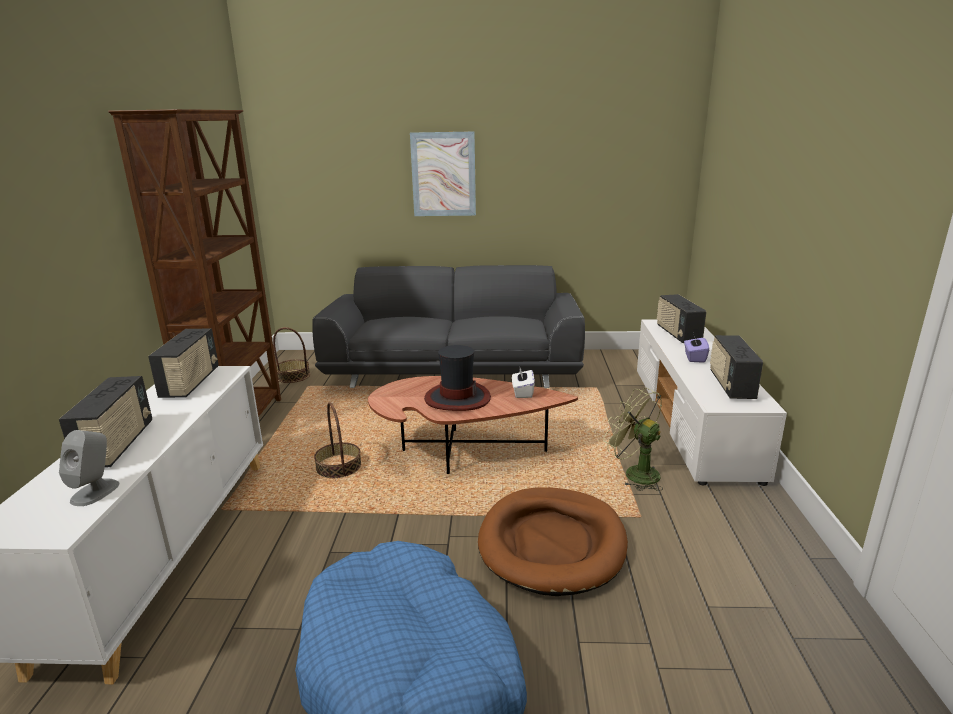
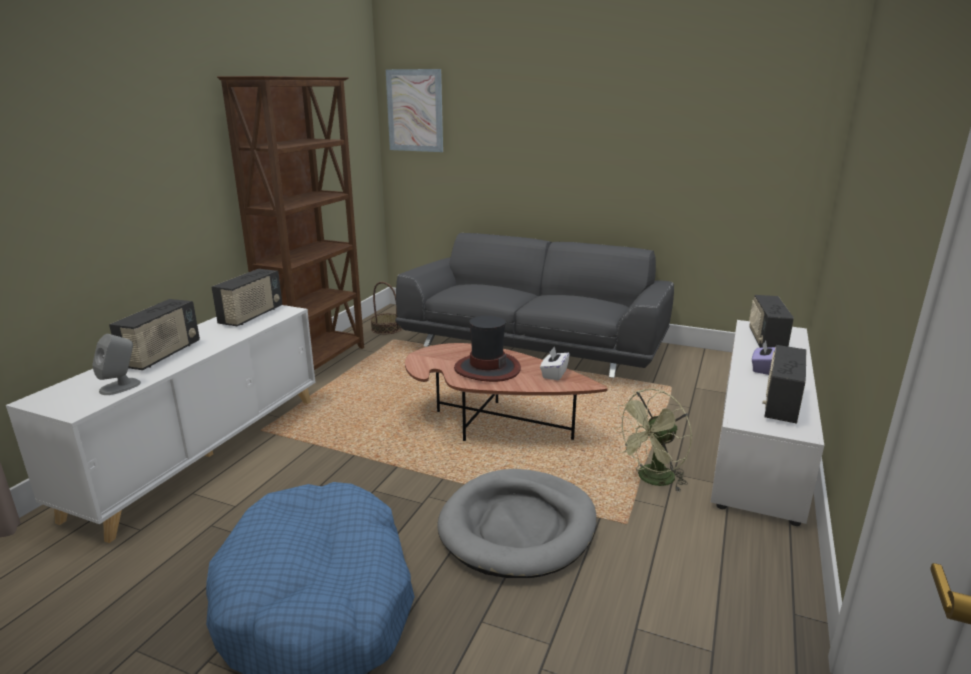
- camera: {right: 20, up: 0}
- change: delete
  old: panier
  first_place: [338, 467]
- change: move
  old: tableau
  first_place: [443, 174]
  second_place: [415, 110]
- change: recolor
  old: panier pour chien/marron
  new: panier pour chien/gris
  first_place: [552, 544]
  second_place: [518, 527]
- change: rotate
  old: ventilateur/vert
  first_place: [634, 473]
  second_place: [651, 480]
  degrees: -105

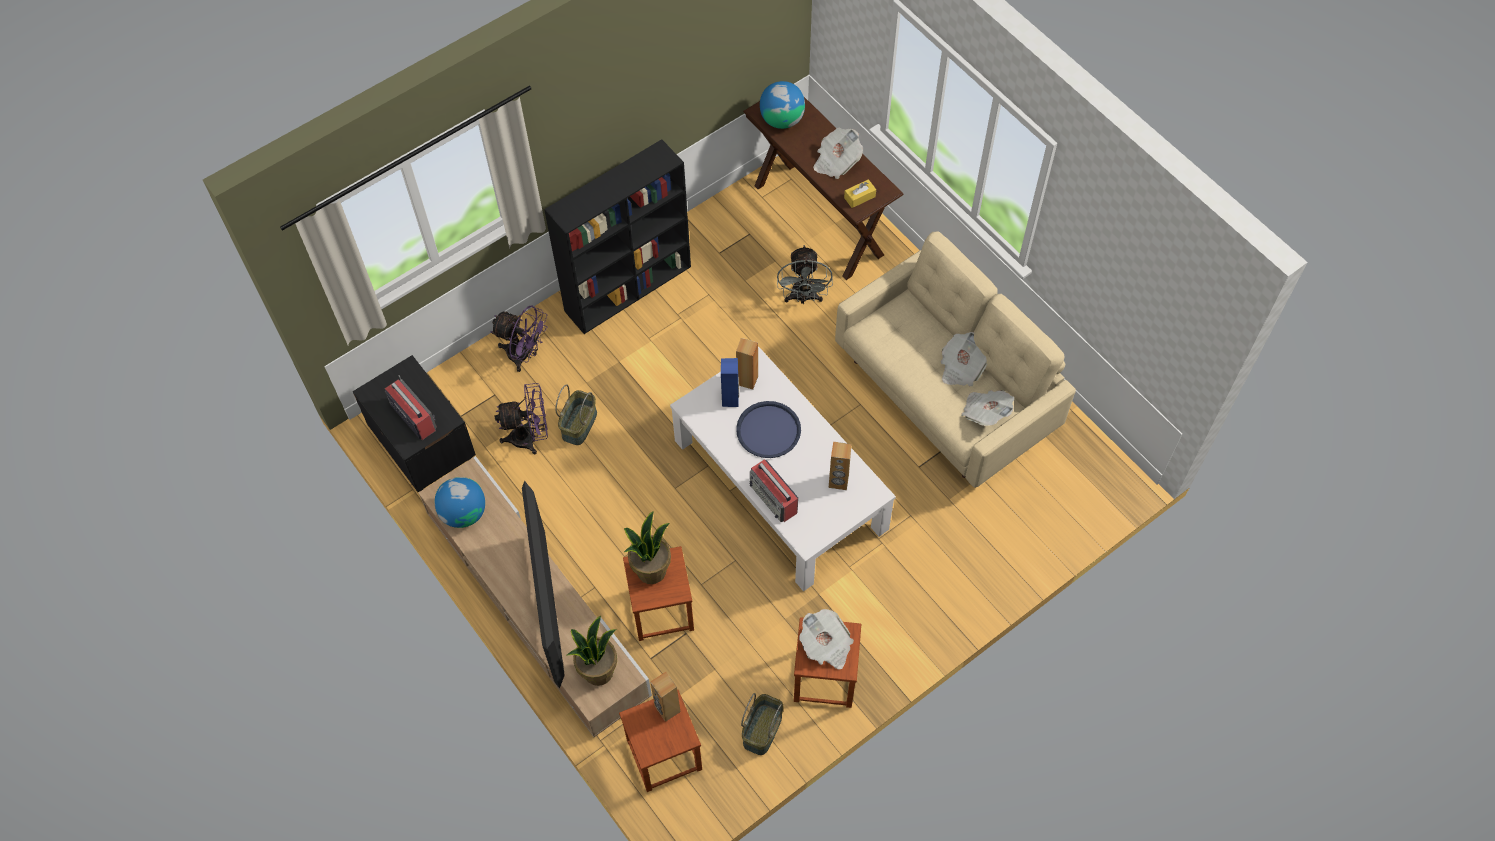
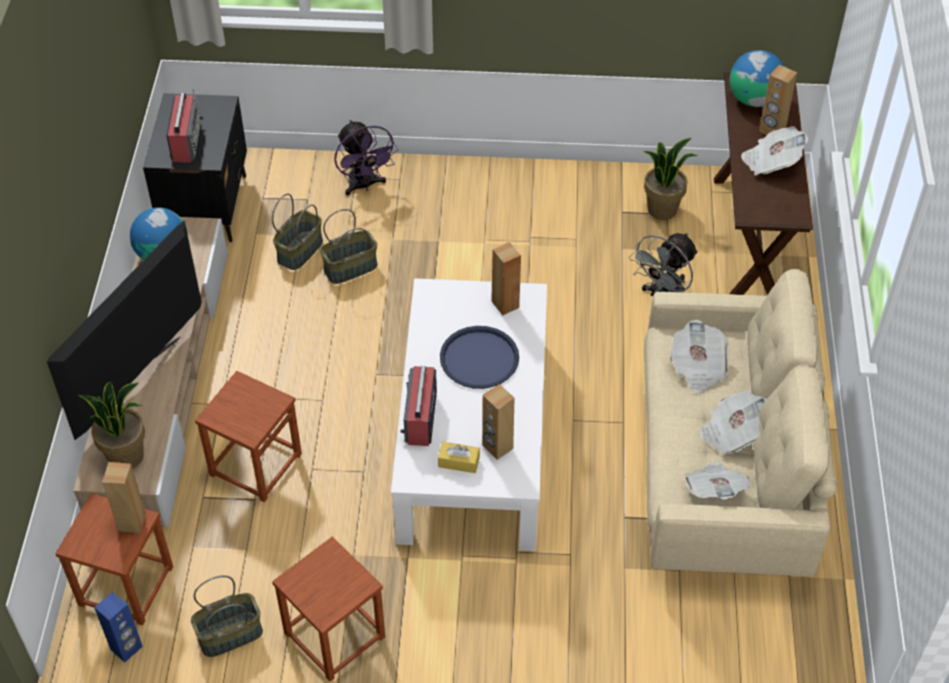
- camera: {right: 40, up: -10}
- change: delete
  old: bibliothèque/noir
  first_place: [629, 288]
- change: insert
  new: enceinte/marron
  second_place: [772, 130]
- change: move
  old: plante en pot
  first_place: [651, 570]
  second_place: [662, 209]
- change: move
  old: enceinte/bleu
  first_place: [730, 399]
  second_place: [127, 648]
- change: move
  old: journal
  first_place: [826, 645]
  second_place: [698, 368]
- change: move
  old: boîte à mouchoirs/jaune
  first_place: [859, 197]
  second_place: [458, 462]
- change: replace
  old: ventilateur/violet
  new: panier
  first_place: [530, 437]
  second_place: [299, 250]

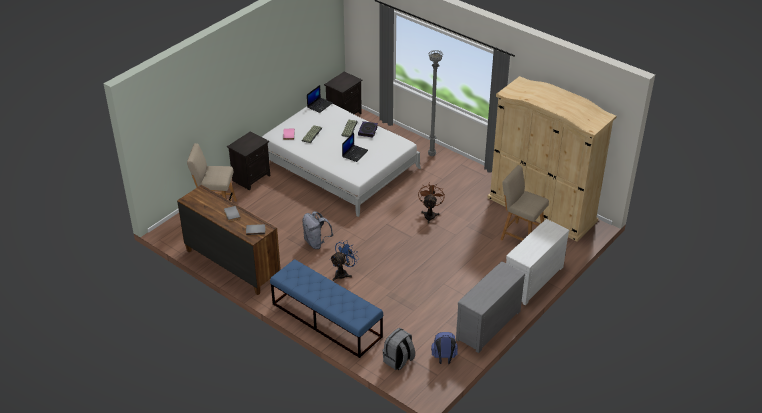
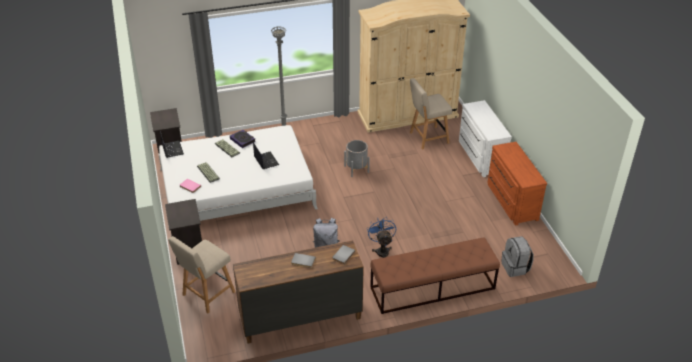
- camera: {right: -55, up: 0}
- change: delete
  old: sac à dos/bleu
  first_place: [444, 359]
- change: replace
  old: ventilateur/marron
  new: cache-pot/gris
  first_place: [430, 214]
  second_place: [356, 169]
- change: recolor
  old: banc/bleu
  new: banc/marron
  first_place: [326, 320]
  second_place: [432, 288]
- change: recolor
  old: commode/gris
  new: commode/marron
  first_place: [486, 324]
  second_place: [510, 201]

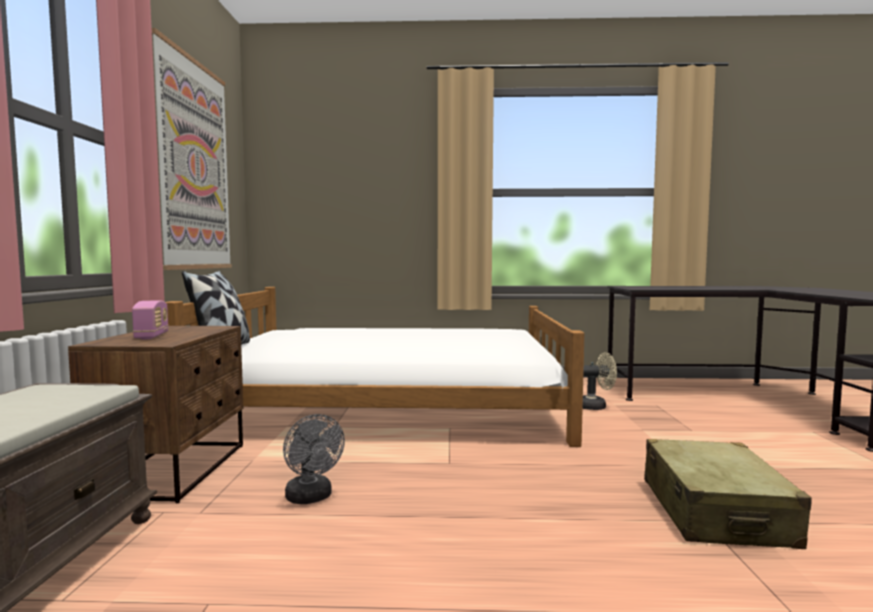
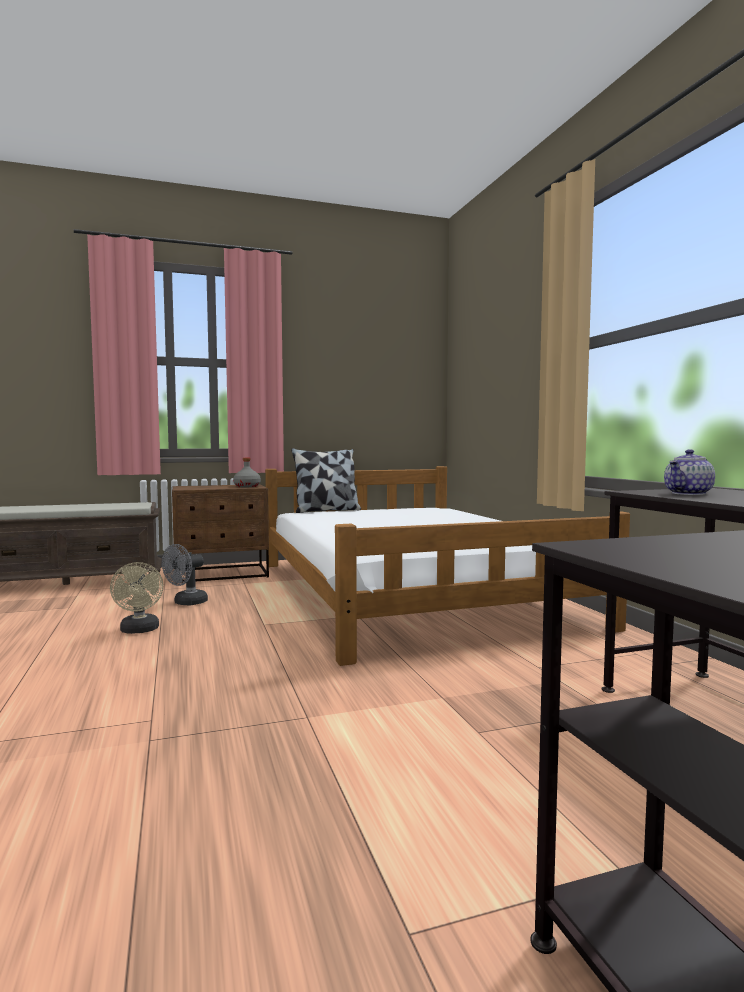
- camera: {right: 70, up: 0}
- change: delete
  old: radio
  first_place: [152, 336]
- change: delete
  old: tableau
  first_place: [195, 165]
- change: delete
  old: valise/beige
  first_place: [715, 512]
- change: insert
  new: bouteille/gris
  second_place: [247, 486]
- change: insert
  new: théière
  second_place: [688, 493]
- change: move
  old: ventilateur/beige
  first_place: [596, 406]
  second_place: [139, 630]

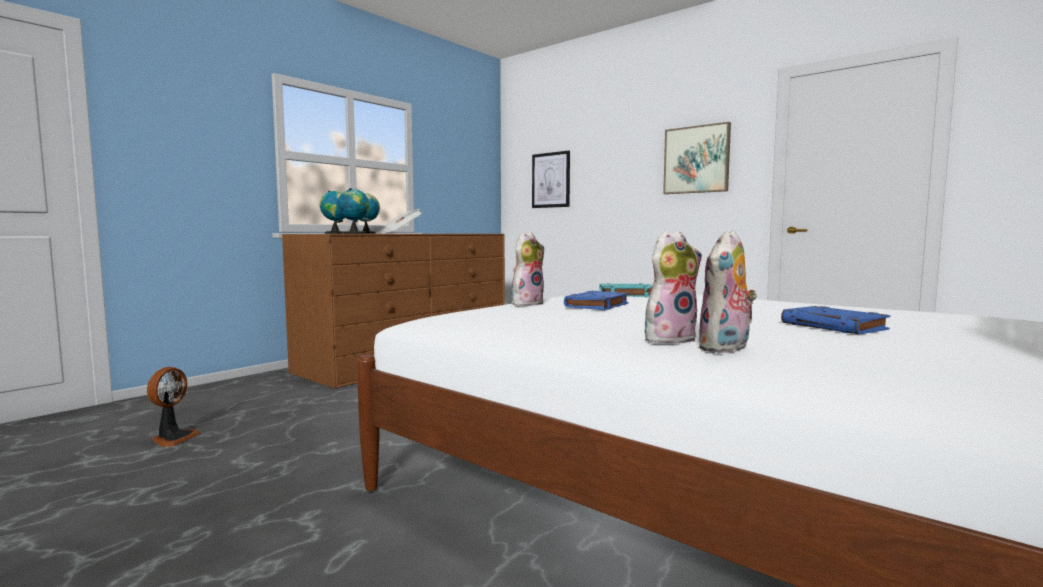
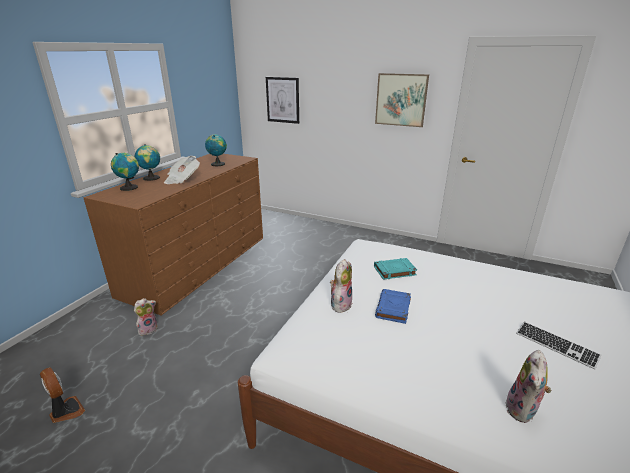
- camera: {right: -15, up: 20}
- change: move
  old: globe
  first_place: [354, 233]
  second_place: [218, 164]
- change: move
  old: peluche
  first_place: [669, 339]
  second_place: [148, 329]
- change: replace
  old: livre/bleu
  new: clavier
  first_place: [834, 326]
  second_place: [556, 345]
- change: rotate
  old: ventilateur
  first_place: [173, 438]
  second_place: [66, 411]
  degrees: -45

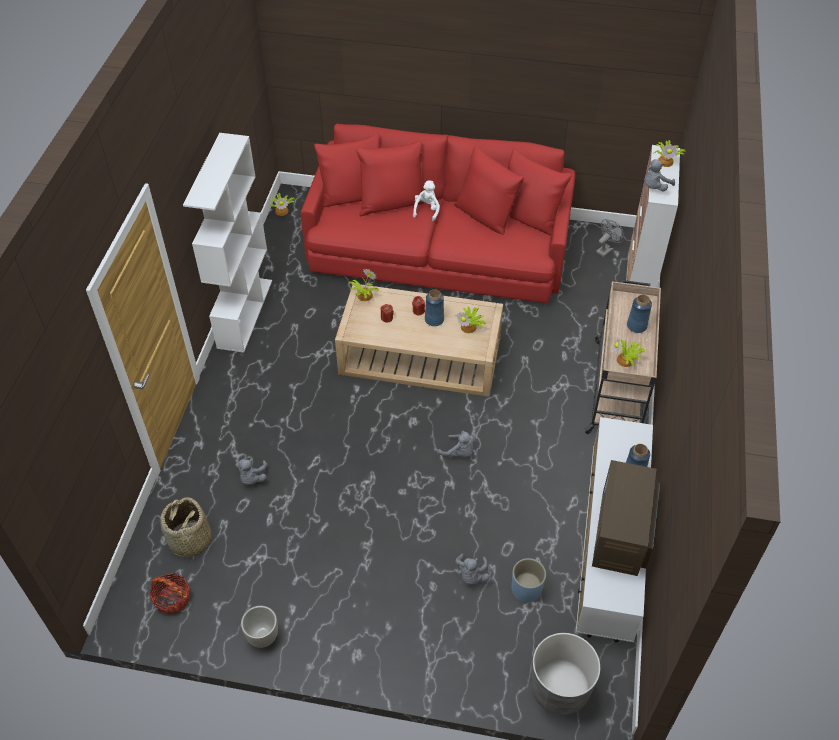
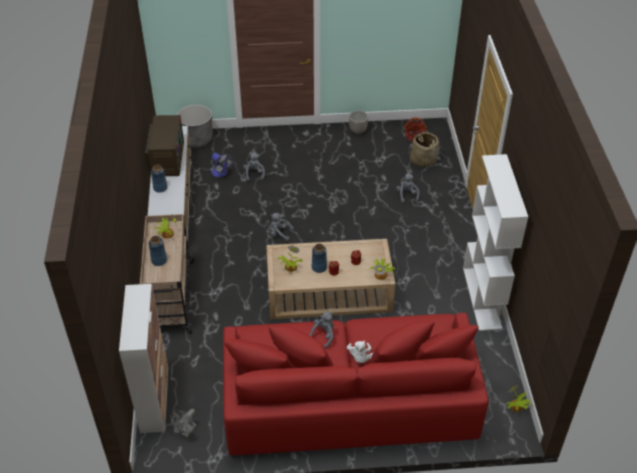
- camera: {right: 165, up: -5}
- change: delete
  old: plante en pot
  first_place: [666, 161]
- change: move
  old: peluche/gris
  first_place: [655, 187]
  second_place: [323, 335]
- change: replace
  old: cache-pot/bleu
  new: ventilateur
  first_place: [526, 589]
  second_place: [221, 173]

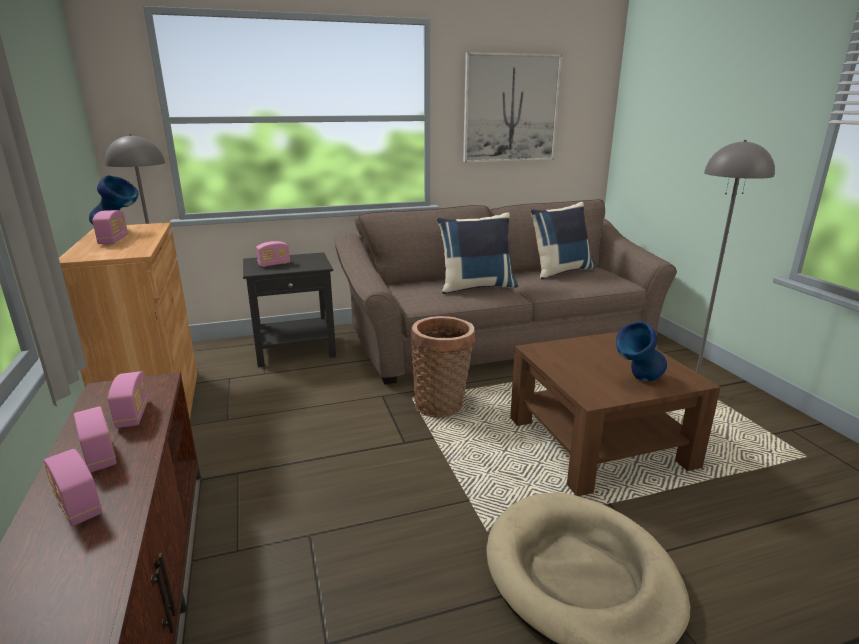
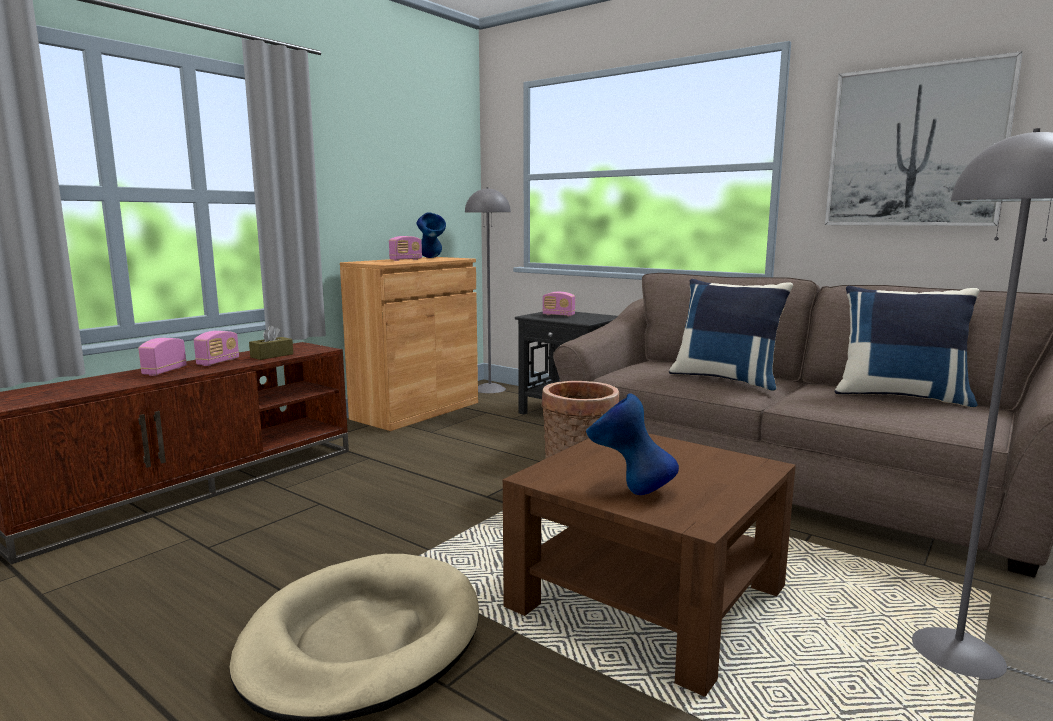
- camera: {right: 55, up: -10}
- change: replace
  old: radio
  new: boîte à mouchoirs/marron
  first_place: [133, 414]
  second_place: [272, 355]

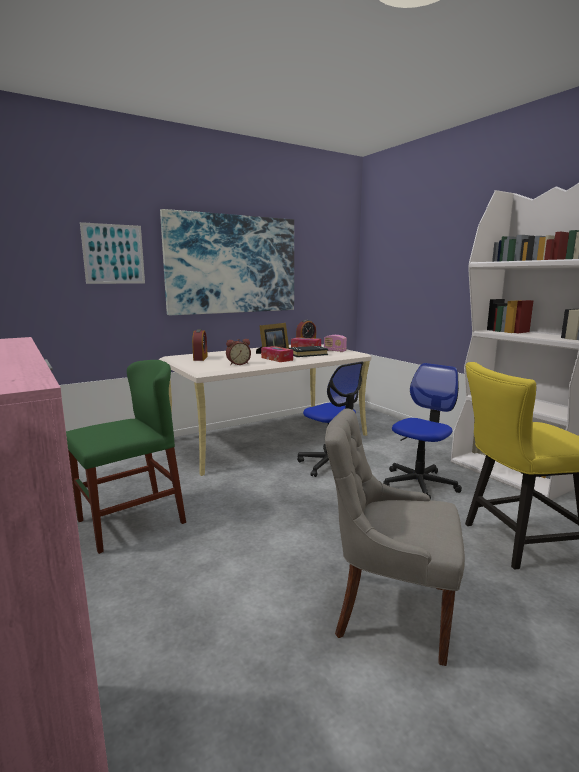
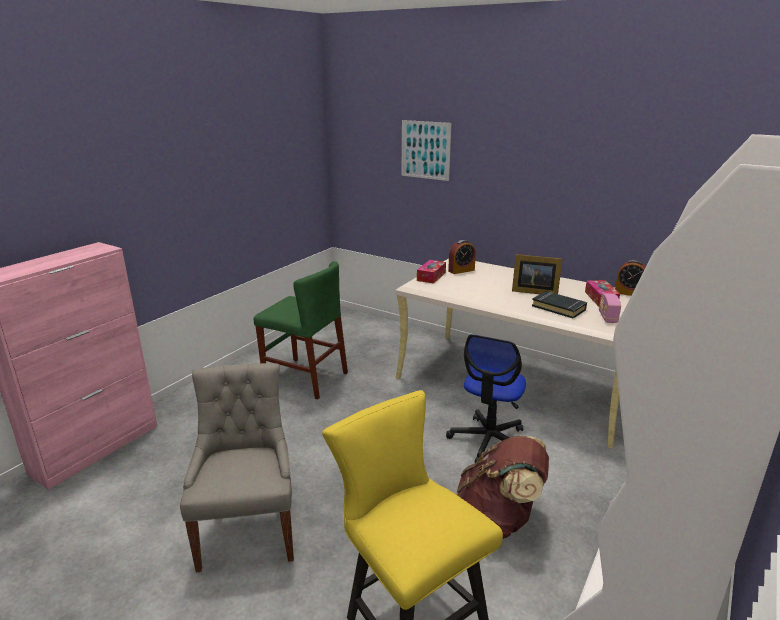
- camera: {right: 65, up: 10}
- change: delete
  old: tableau
  first_place: [232, 264]
- change: delete
  old: réveil
  first_place: [238, 364]
- change: move
  old: boîte à mouchoirs
  first_place: [277, 359]
  second_place: [431, 276]
- change: replace
  old: chaise de bureau
  new: sac à dos/marron
  first_place: [419, 484]
  second_place: [499, 519]

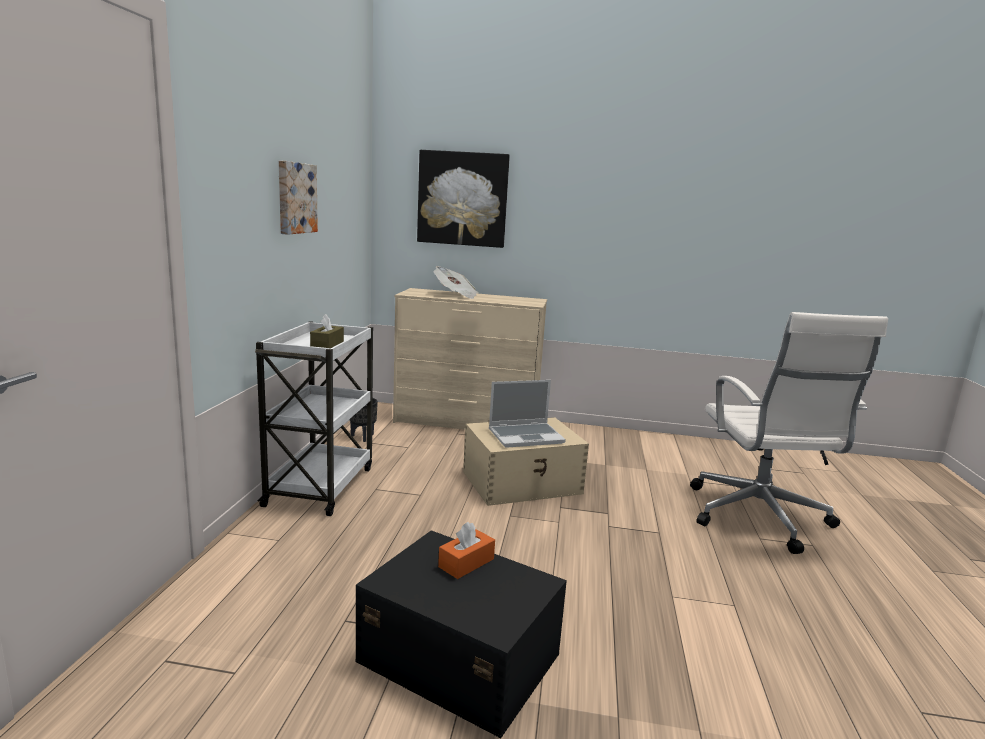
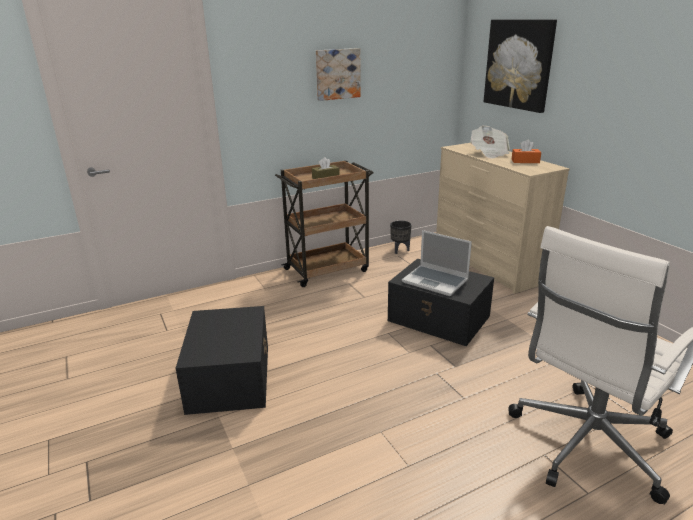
- camera: {right: 55, up: 10}
- change: move
  old: boîte à mouchoirs/orange
  first_place: [466, 563]
  second_place: [525, 161]
- change: recolor
  old: chariot/blanc
  new: chariot/marron
  first_place: [321, 485]
  second_place: [327, 269]
- change: recolor
  old: boîte de rangement/beige
  new: boîte de rangement/noir
  first_place: [523, 482]
  second_place: [439, 319]

